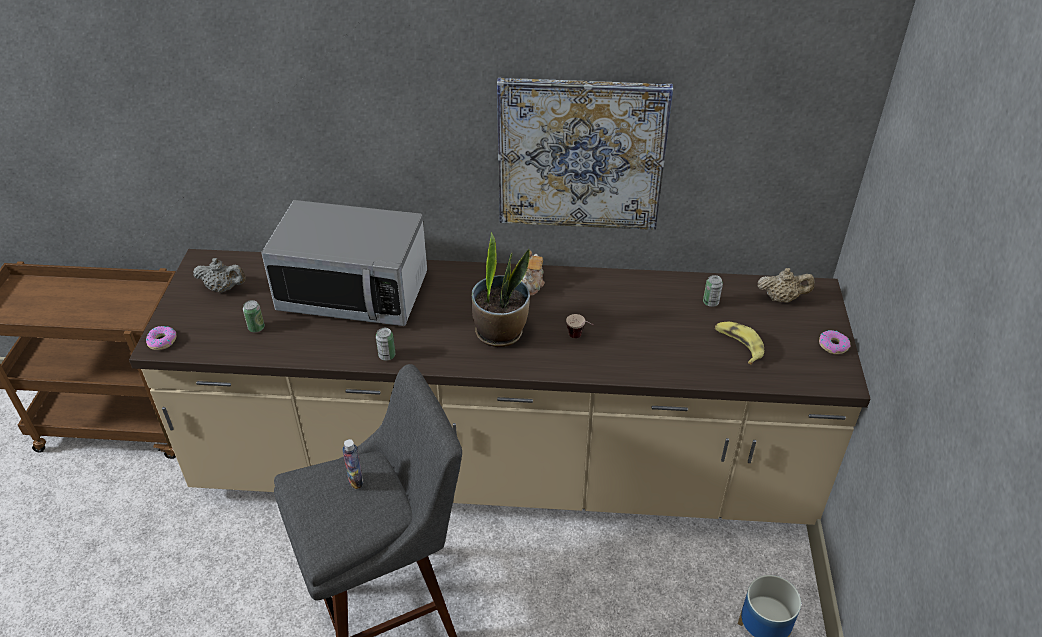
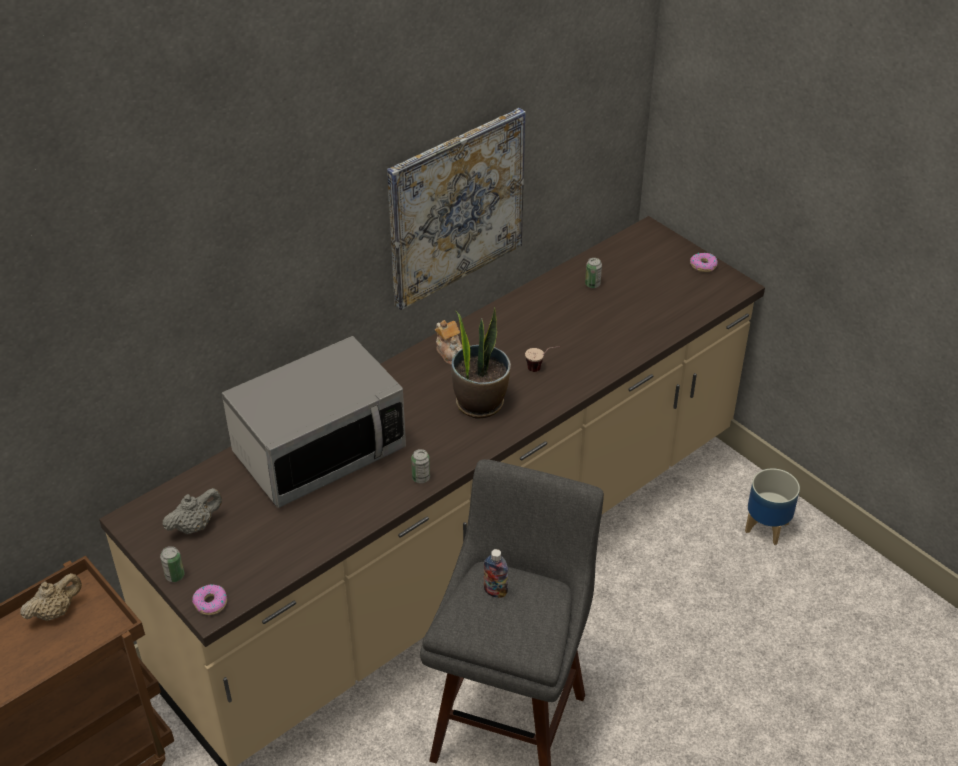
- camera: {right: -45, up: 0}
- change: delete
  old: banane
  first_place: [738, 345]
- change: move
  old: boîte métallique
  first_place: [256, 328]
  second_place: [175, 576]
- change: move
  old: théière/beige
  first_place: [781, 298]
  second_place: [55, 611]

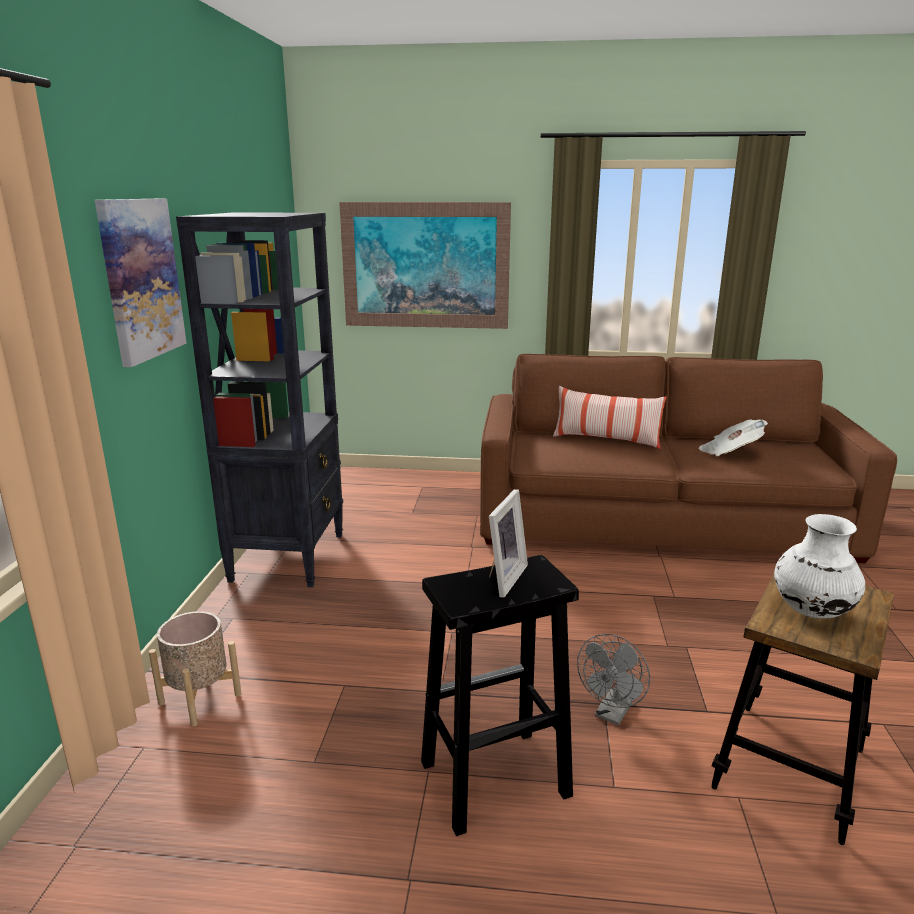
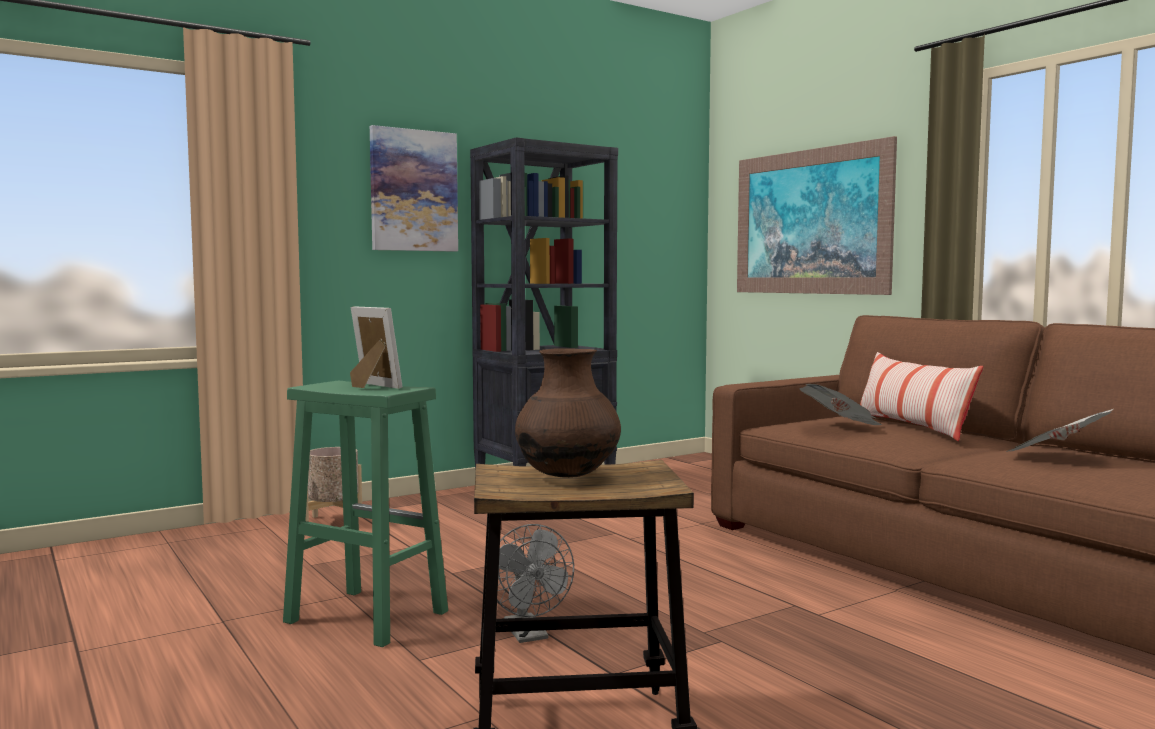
- camera: {right: 50, up: -15}
- change: insert
  new: journal
  second_place: [841, 427]
- change: recolor
  old: tabouret/noir
  new: tabouret/vert
  first_place: [492, 780]
  second_place: [364, 616]
- change: recolor
  old: vase/blanc
  new: vase/marron
  first_place: [811, 611]
  second_place: [568, 476]
- change: rotate
  old: cadre photo
  first_place: [501, 578]
  second_place: [371, 386]
  degrees: -120
- change: rotate
  old: ventilateur/gris
  first_place: [612, 714]
  second_place: [529, 635]
  degrees: -105

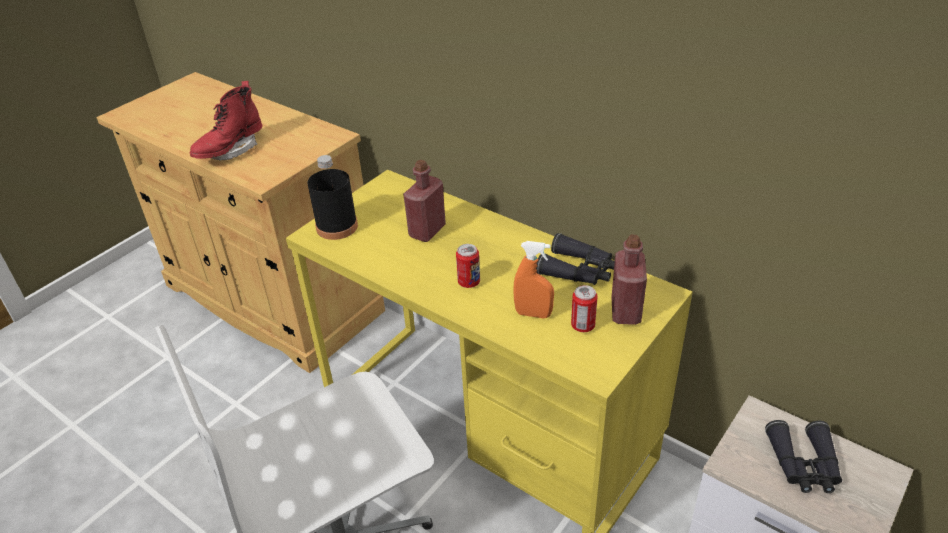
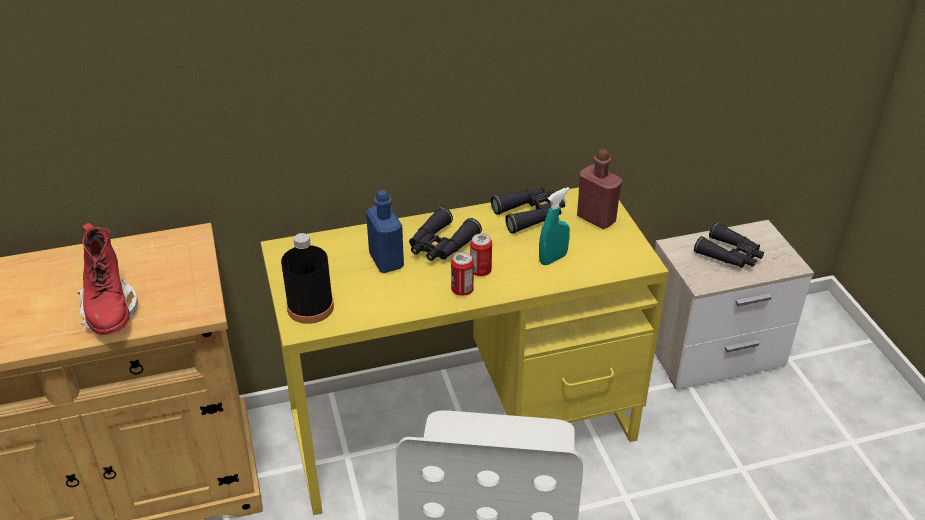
- camera: {right: -55, up: 0}
- change: insert
  new: jumelles/noir
  second_place: [441, 245]
- change: move
  old: boîte métallique
  first_place: [583, 326]
  second_place: [462, 290]
- change: recolor
  old: bouteille/rouge
  new: bouteille/bleu
  first_place: [427, 231]
  second_place: [386, 261]
- change: recolor
  old: vaporisateur/orange
  new: vaporisateur/turquoise
  first_place: [533, 314]
  second_place: [553, 259]

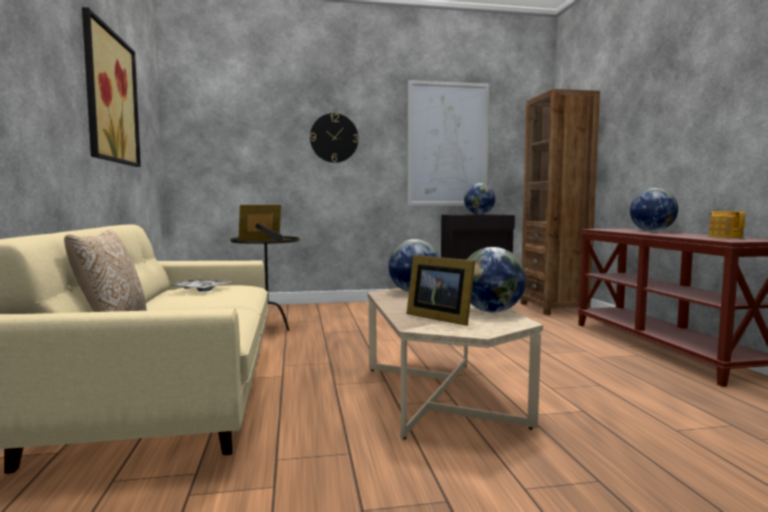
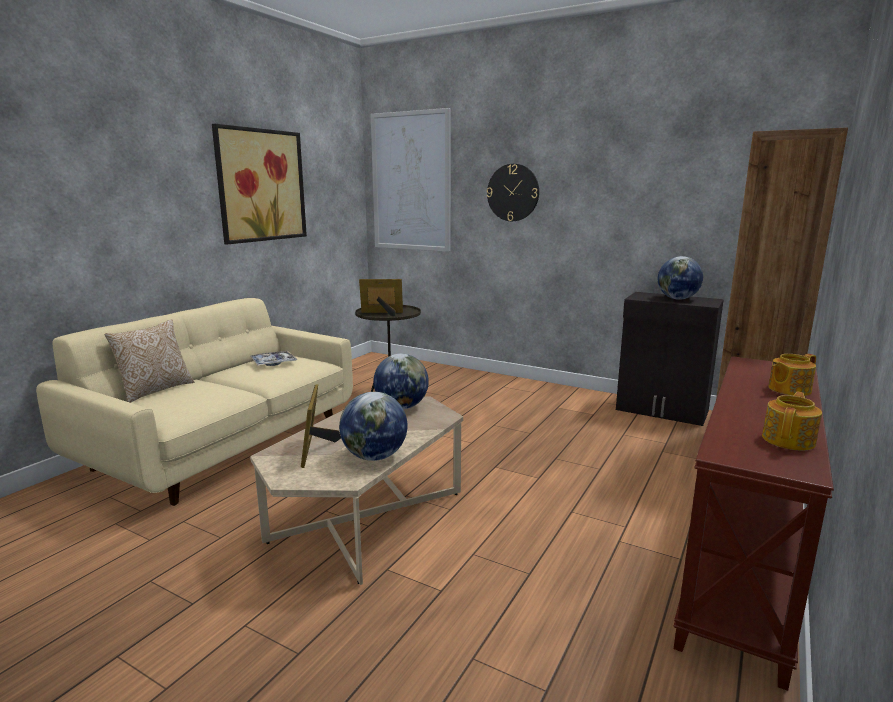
- camera: {right: 40, up: 10}
- change: move
  old: tableau
  first_place: [447, 145]
  second_place: [411, 182]
- change: replace
  old: globe
  new: théière
  first_place: [652, 231]
  second_place: [788, 389]

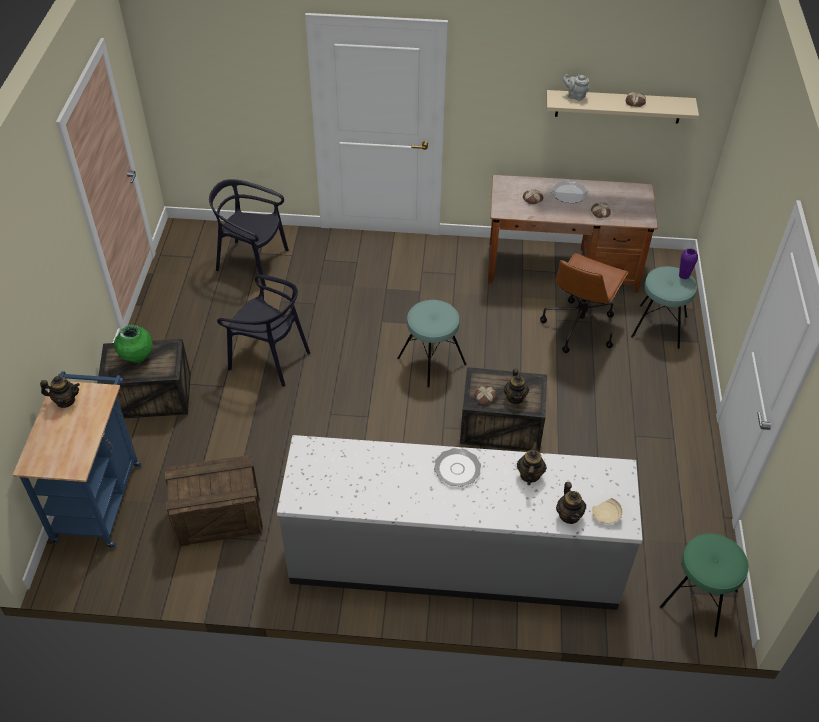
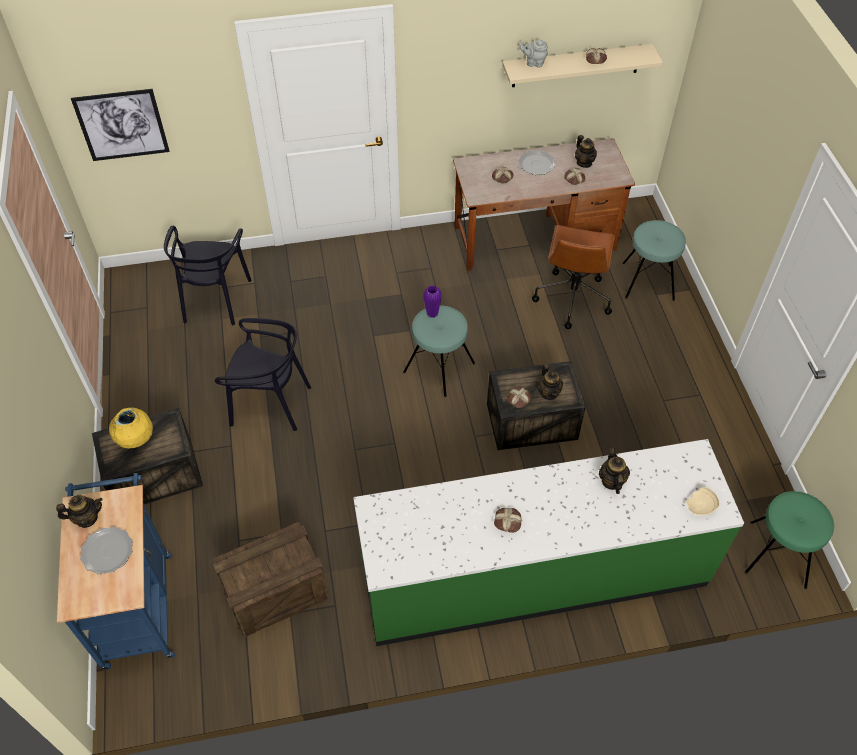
- camera: {right: -15, up: 5}
- change: insert
  new: tableau
  second_place: [122, 125]
- change: insert
  new: pain
  second_place: [508, 521]
- change: move
  old: assiette
  first_place: [457, 468]
  second_place: [107, 551]
- change: move
  old: théière
  first_place: [569, 515]
  second_place: [584, 163]
- change: move
  old: vase/violet
  first_place: [684, 276]
  second_place: [432, 313]
- change: recolor
  old: vase/vert
  new: vase/jaune
  first_place: [137, 358]
  second_place: [136, 441]
- change: recolor
  old: comptoir de cuisine/gris
  new: comptoir de cuisine/vert
  first_place: [454, 559]
  second_place: [533, 574]
- change: rotate
  old: chaise/noir
  first_place: [252, 262]
  second_place: [215, 300]
  degrees: -90

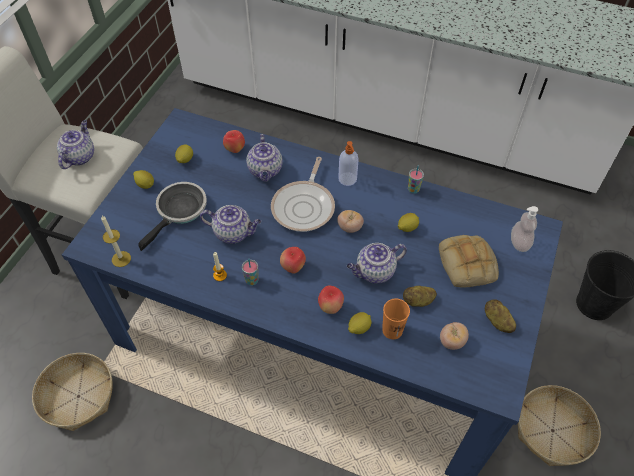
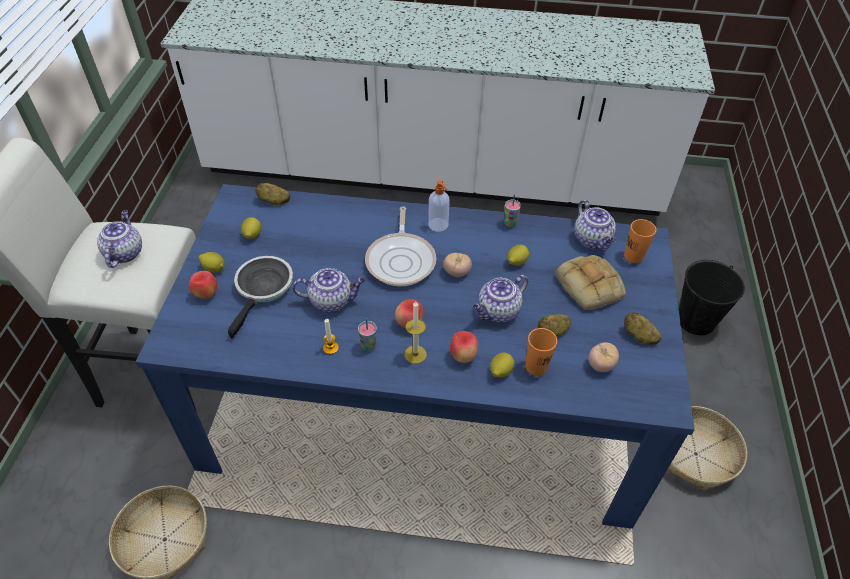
- camera: {right: -15, up: -5}
- change: insert
  new: pomme de terre
  second_place: [274, 201]
- change: move
  old: bougie
  first_place: [121, 259]
  second_place: [415, 354]
- change: move
  old: pomme
  first_place: [235, 149]
  second_place: [206, 294]
- change: move
  old: théière
  first_place: [265, 171]
  second_place: [592, 240]
- change: replace
  old: distributeur de savon
  new: tasse/orange
  first_place: [519, 243]
  second_place: [633, 256]

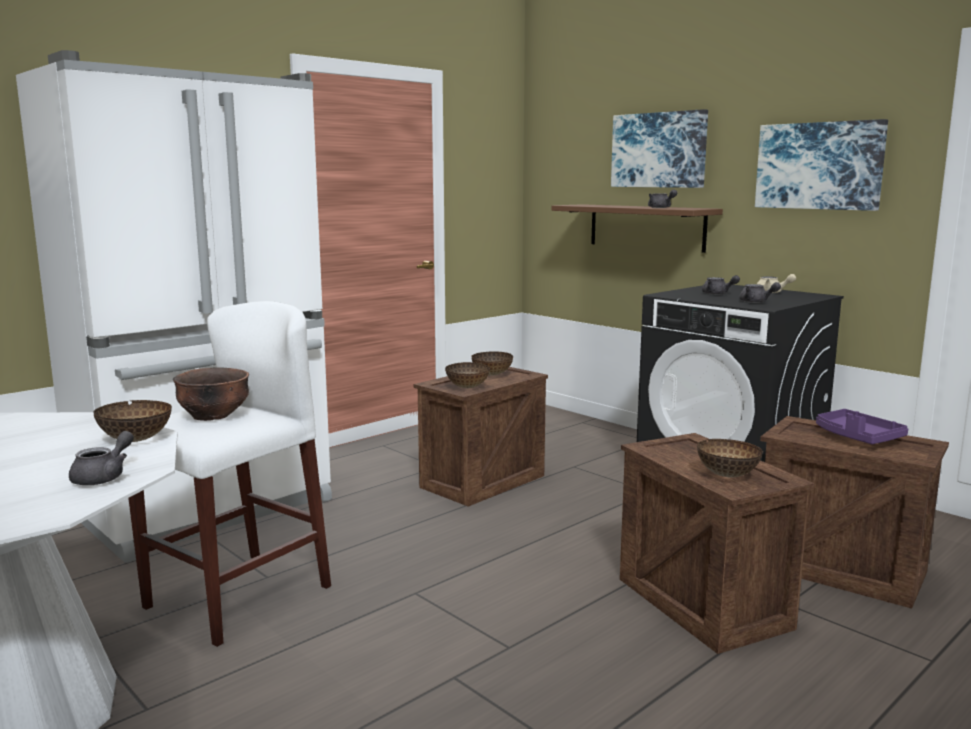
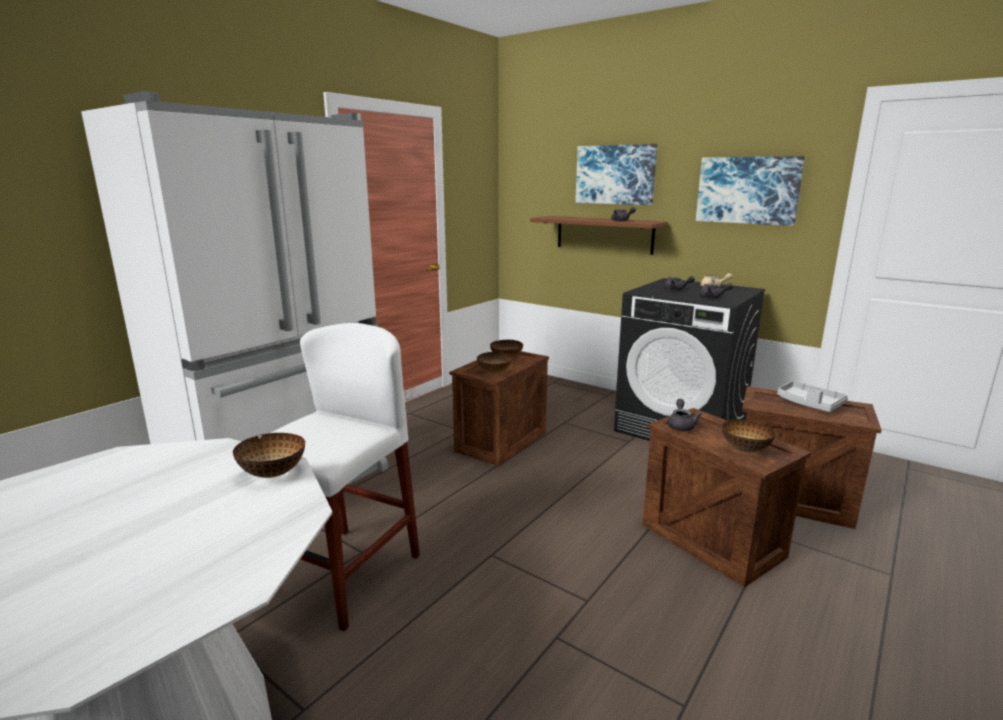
- camera: {right: -10, up: 5}
- change: delete
  old: bol/marron
  first_place: [213, 416]
- change: move
  old: théière/gris
  first_place: [104, 477]
  second_place: [681, 425]
- change: recolor
  old: plateau/violet
  new: plateau/gris
  first_place: [857, 437]
  second_place: [809, 404]

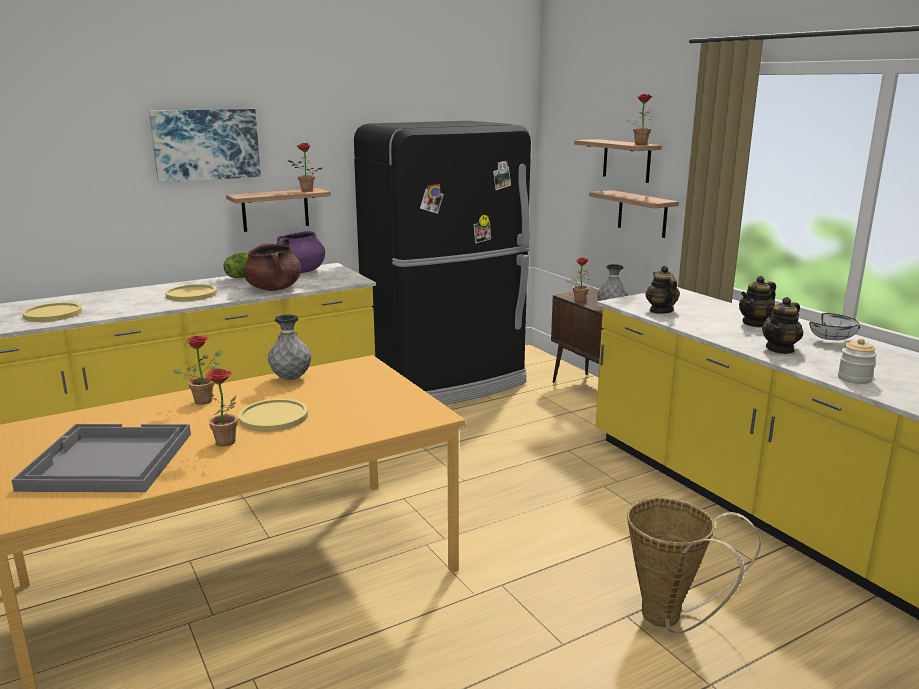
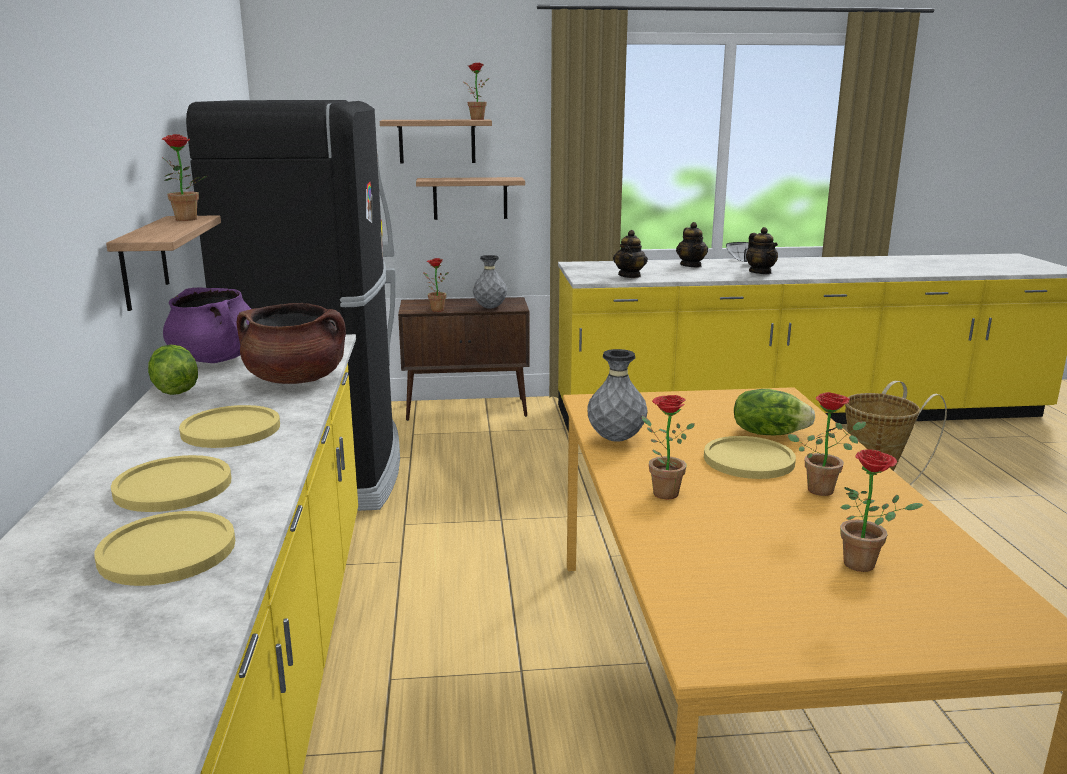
- camera: {right: -65, up: 0}
- change: delete
  old: tableau
  first_place: [206, 144]
- change: delete
  old: bocal
  first_place: [854, 379]
- change: insert
  new: assiette/jaune
  second_place: [173, 486]
- change: insert
  new: laitue
  second_place: [768, 433]
- change: replace
  old: plateau/gris
  new: plante en pot
  first_place: [107, 461]
  second_place: [866, 565]
- change: rotate
  old: théière
  first_place: [661, 311]
  second_place: [630, 276]
  degrees: -90

